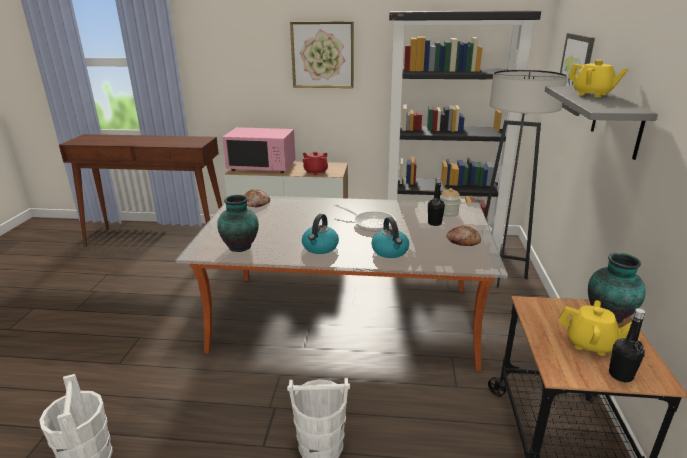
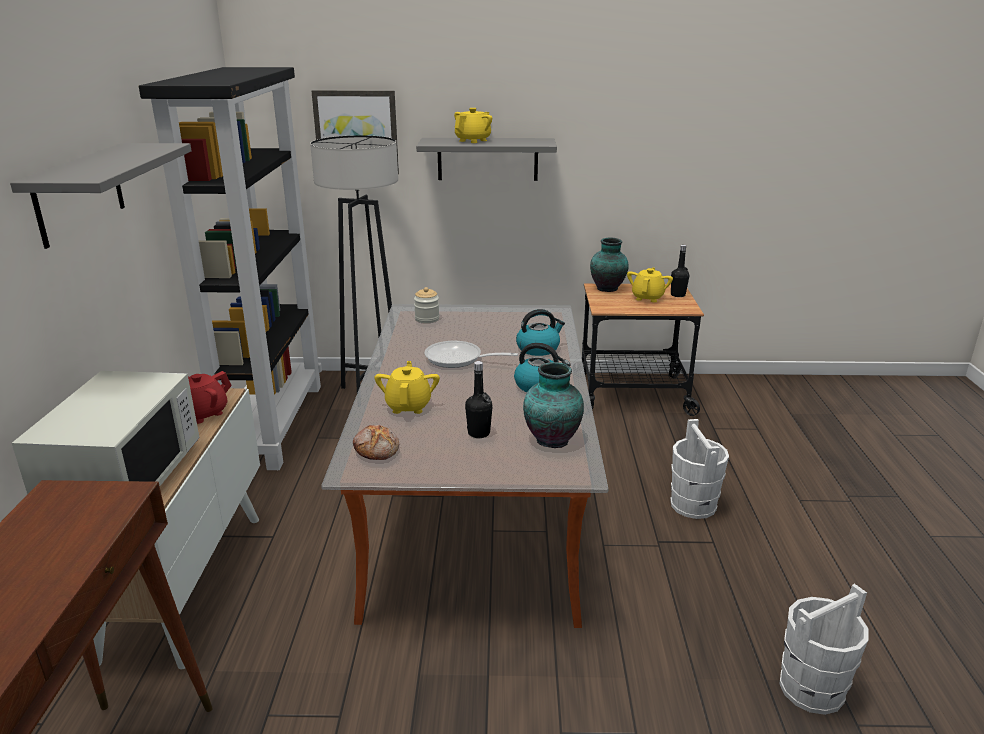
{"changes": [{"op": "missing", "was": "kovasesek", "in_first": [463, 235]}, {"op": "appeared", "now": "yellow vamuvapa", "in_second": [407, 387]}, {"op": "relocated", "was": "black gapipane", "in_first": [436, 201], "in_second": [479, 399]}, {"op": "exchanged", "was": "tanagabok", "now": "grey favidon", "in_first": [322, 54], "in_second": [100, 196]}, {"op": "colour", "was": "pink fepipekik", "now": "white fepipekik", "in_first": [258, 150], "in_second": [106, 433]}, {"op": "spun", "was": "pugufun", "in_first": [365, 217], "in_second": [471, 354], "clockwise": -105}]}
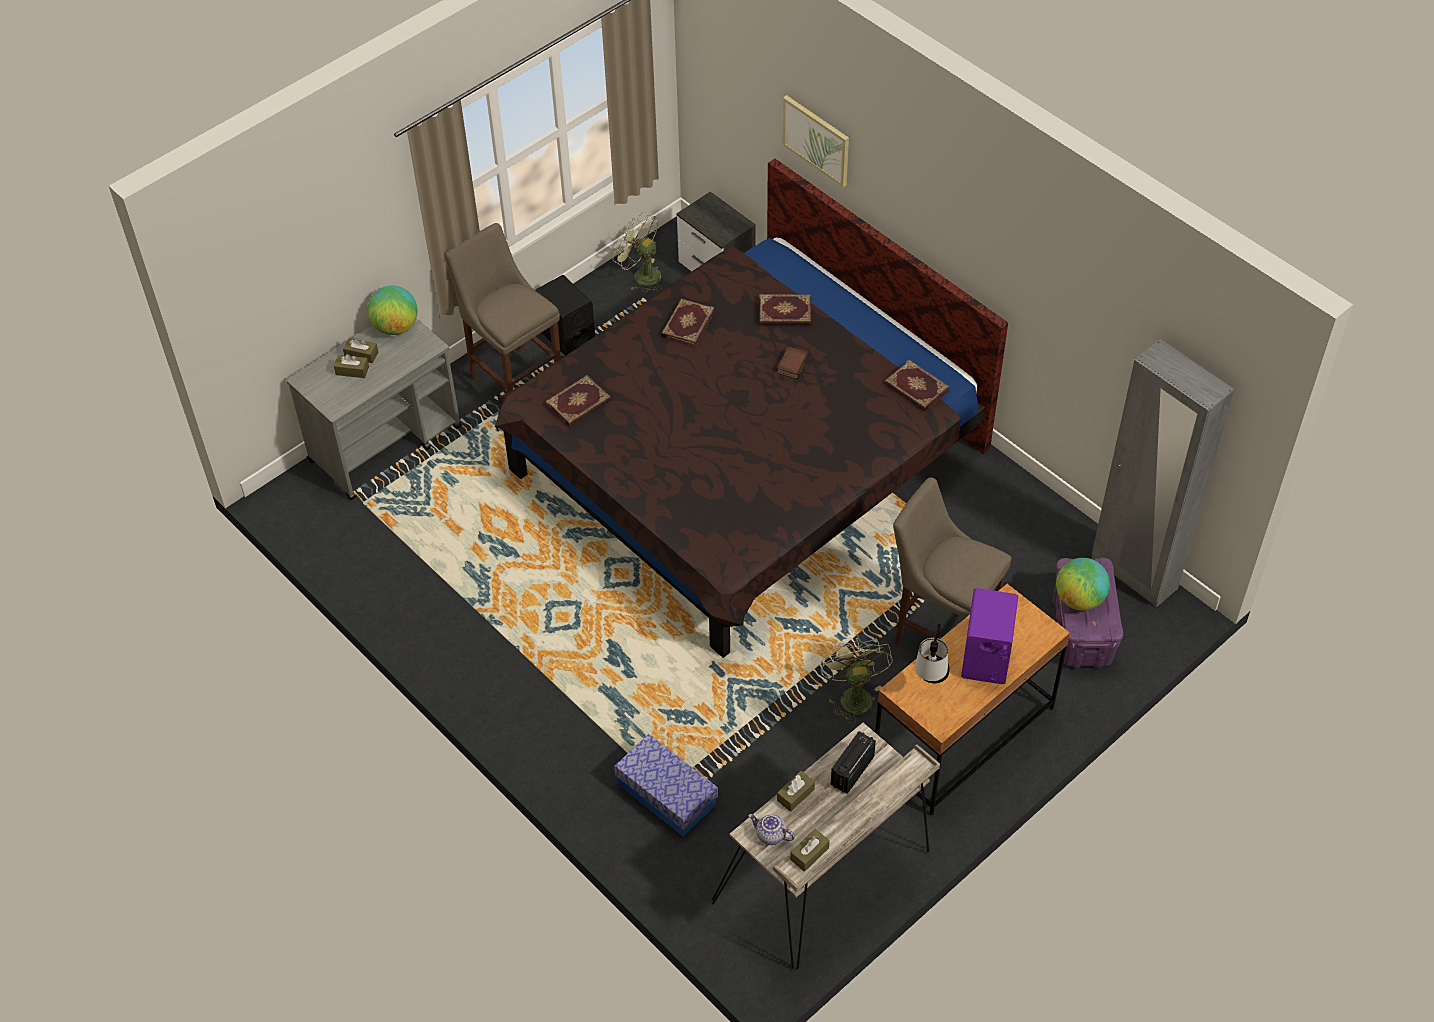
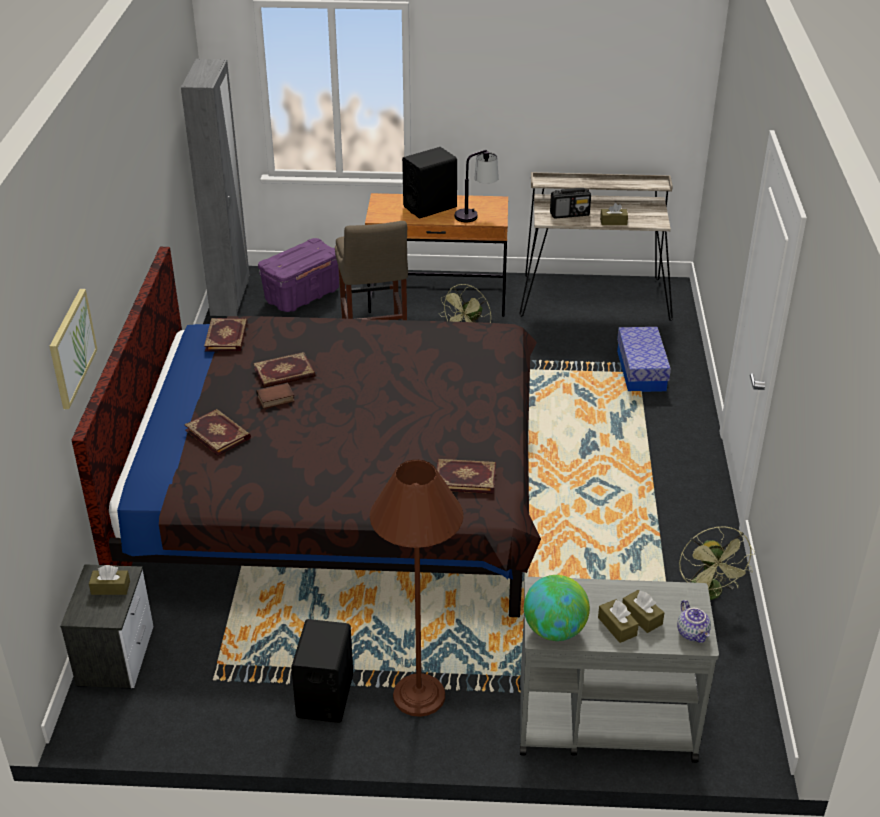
{"changes": [{"op": "missing", "was": "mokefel", "in_first": [1083, 584]}, {"op": "relocated", "was": "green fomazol", "in_first": [637, 252], "in_second": [717, 563]}, {"op": "relocated", "was": "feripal", "in_first": [688, 322], "in_second": [284, 370]}, {"op": "relocated", "was": "vamuvapa", "in_first": [771, 829], "in_second": [694, 621]}, {"op": "relocated", "was": "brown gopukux", "in_first": [810, 850], "in_second": [109, 580]}, {"op": "exchanged", "was": "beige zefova", "now": "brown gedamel", "in_first": [503, 308], "in_second": [417, 588]}, {"op": "colour", "was": "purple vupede", "now": "black vupede", "in_first": [989, 636], "in_second": [429, 183]}]}
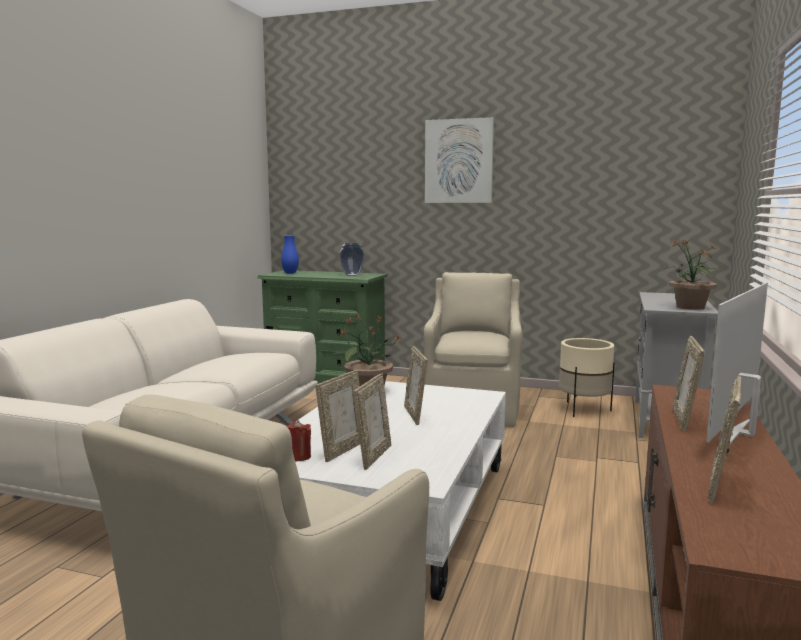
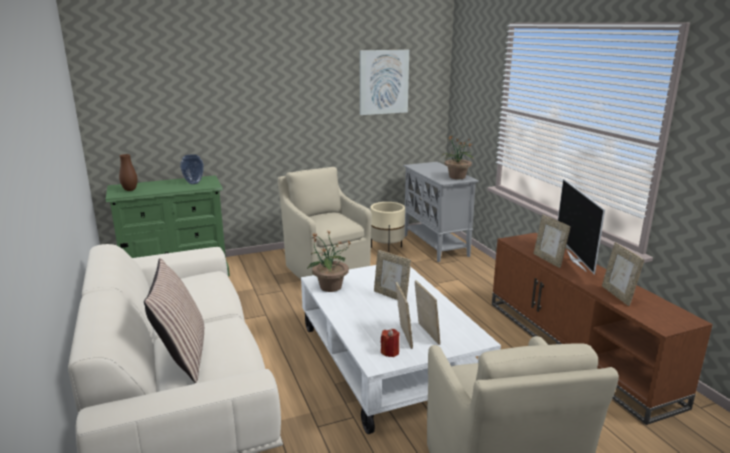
{"changes": [{"op": "appeared", "now": "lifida", "in_second": [174, 320]}, {"op": "relocated", "was": "tanagabok", "in_first": [459, 160], "in_second": [384, 82]}, {"op": "colour", "was": "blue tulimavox", "now": "brown tulimavox", "in_first": [290, 254], "in_second": [128, 172]}]}
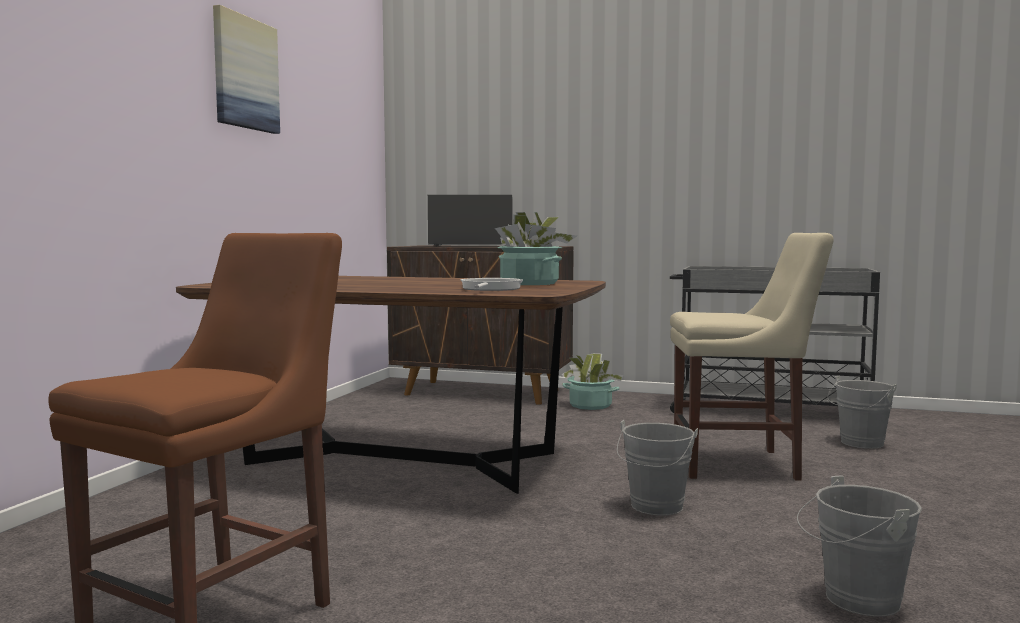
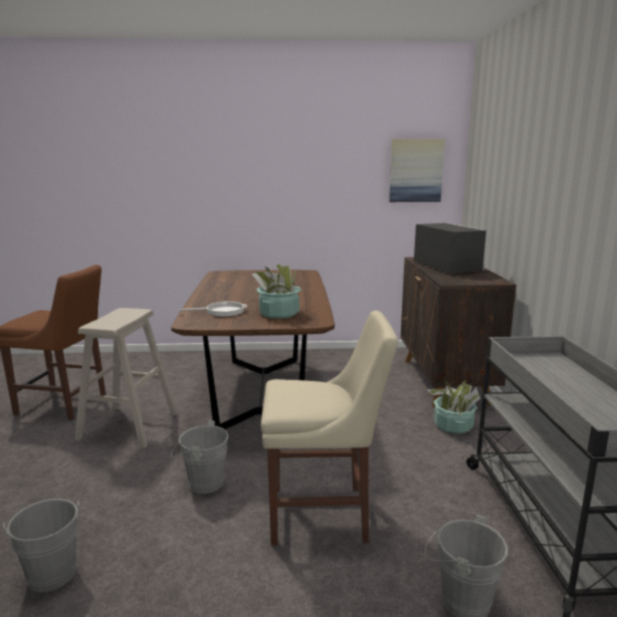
{"changes": [{"op": "appeared", "now": "beige zefova", "in_second": [126, 378]}, {"op": "relocated", "was": "tanagabok", "in_first": [246, 69], "in_second": [417, 170]}, {"op": "spun", "was": "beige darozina", "in_first": [752, 357], "in_second": [329, 428], "clockwise": -75}]}
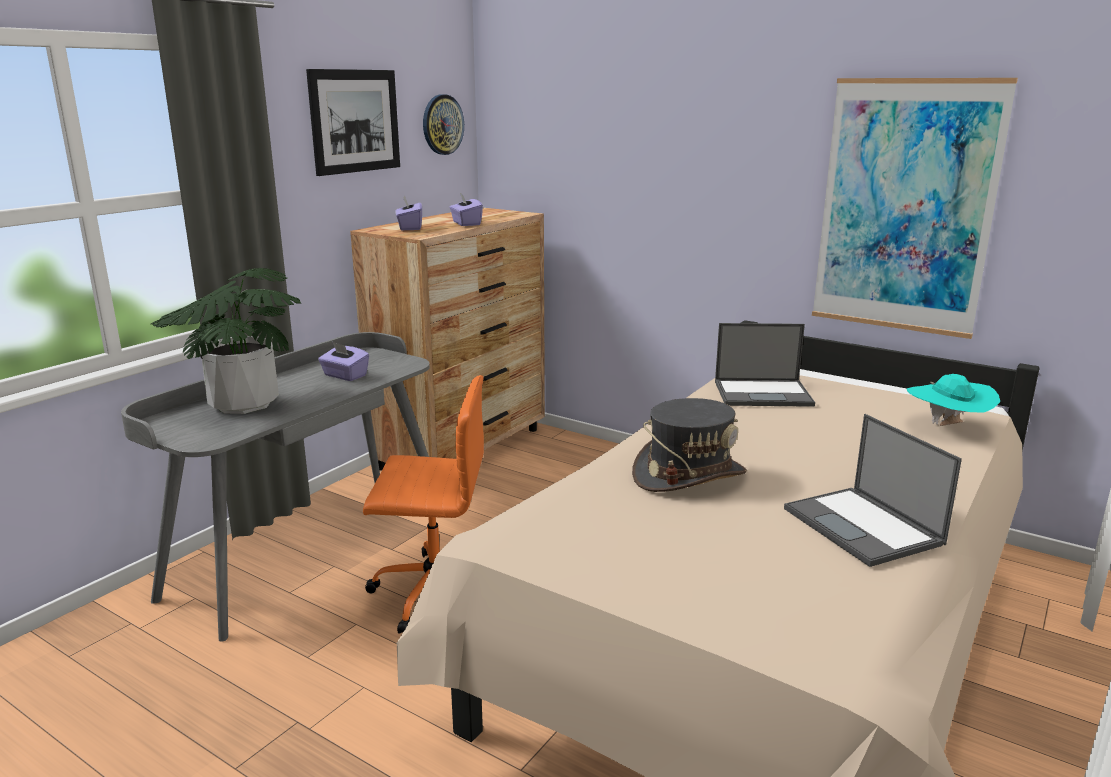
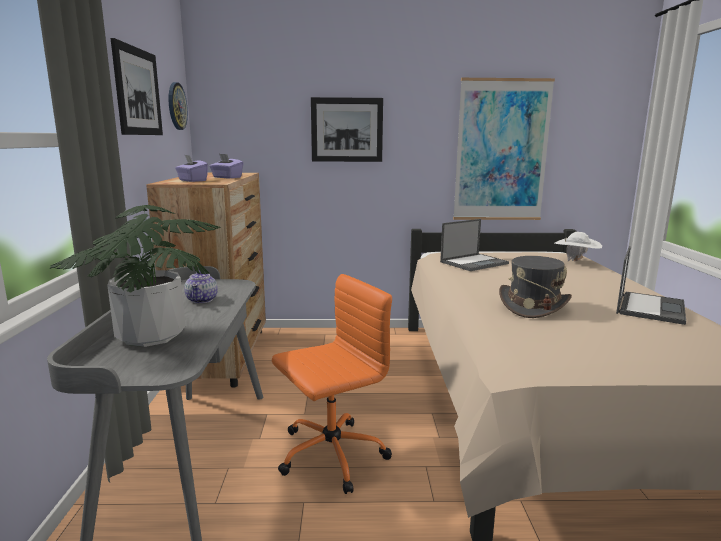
{"changes": [{"op": "appeared", "now": "tanagabok", "in_second": [347, 129]}, {"op": "exchanged", "was": "purple gopukux", "now": "vamuvapa", "in_first": [343, 361], "in_second": [201, 286]}, {"op": "colour", "was": "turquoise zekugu", "now": "white zekugu", "in_first": [953, 400], "in_second": [578, 246]}, {"op": "spun", "was": "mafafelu", "in_first": [873, 490], "in_second": [651, 285], "clockwise": -90}]}
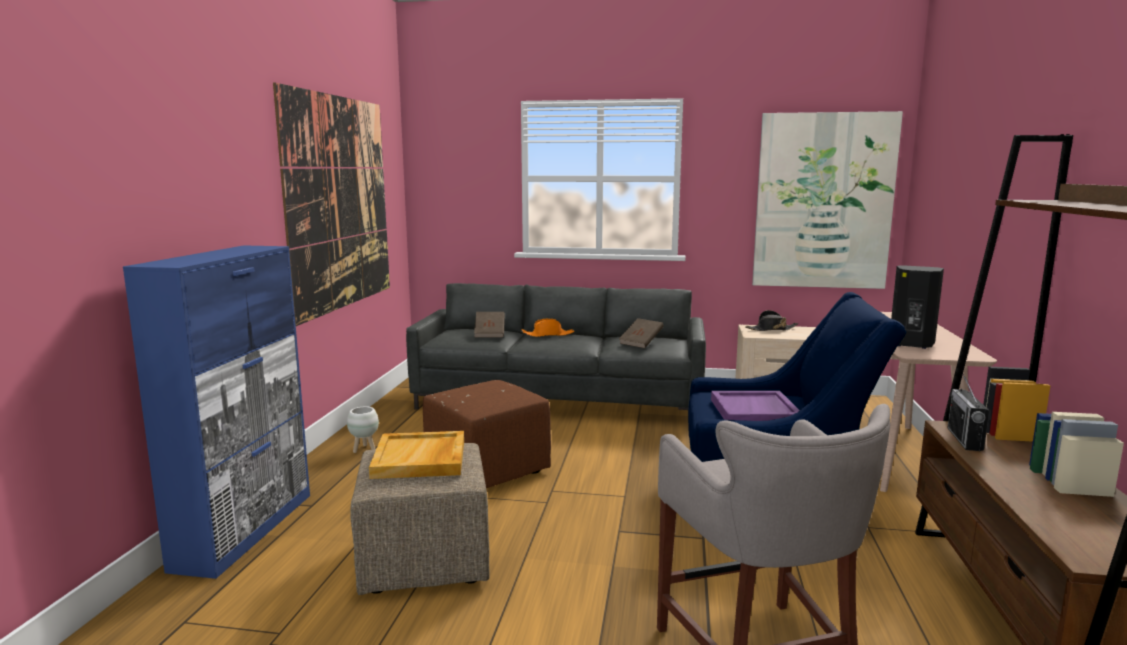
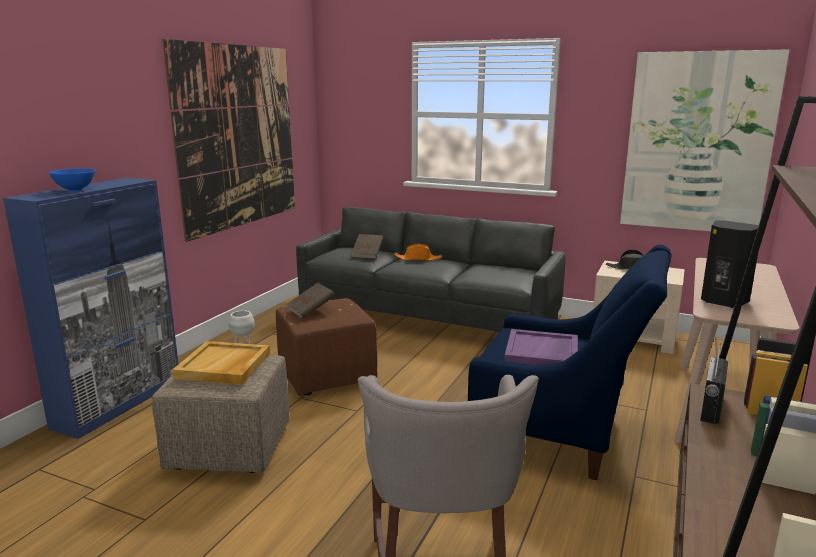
{"changes": [{"op": "appeared", "now": "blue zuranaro", "in_second": [72, 179]}, {"op": "relocated", "was": "brown feripal", "in_first": [641, 333], "in_second": [310, 301]}]}
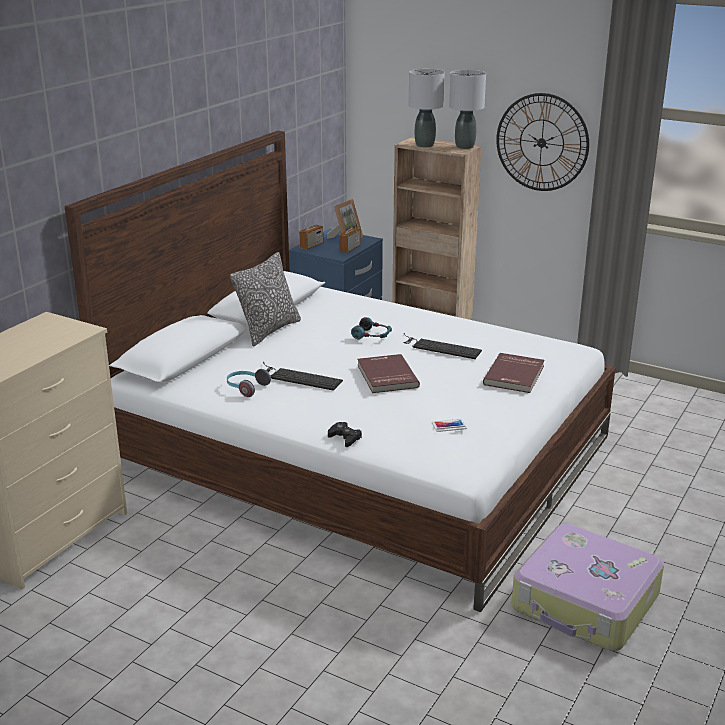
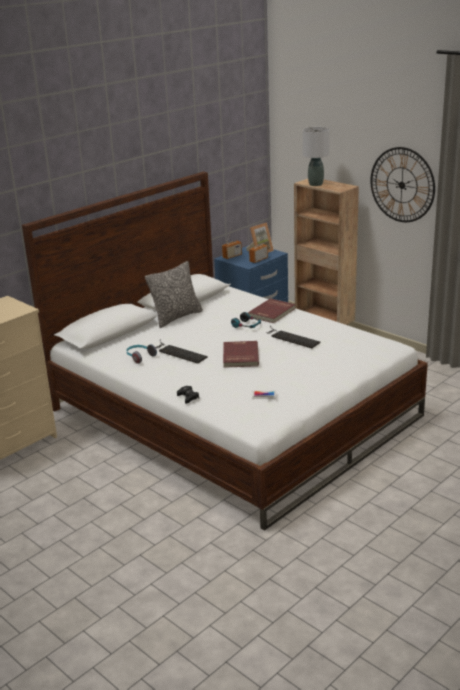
{"changes": [{"op": "missing", "was": "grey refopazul", "in_first": [467, 109]}, {"op": "missing", "was": "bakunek", "in_first": [587, 587]}, {"op": "relocated", "was": "red feripal", "in_first": [513, 373], "in_second": [272, 310]}]}
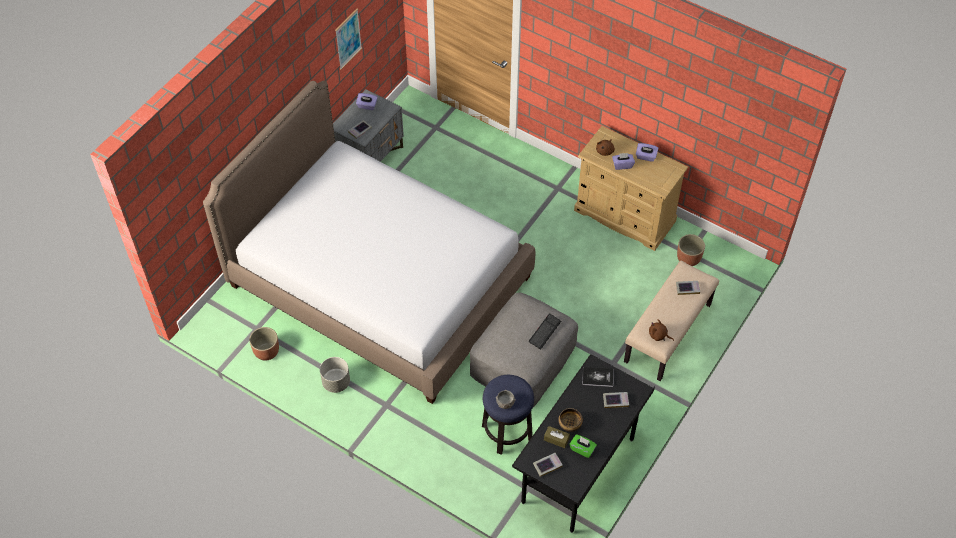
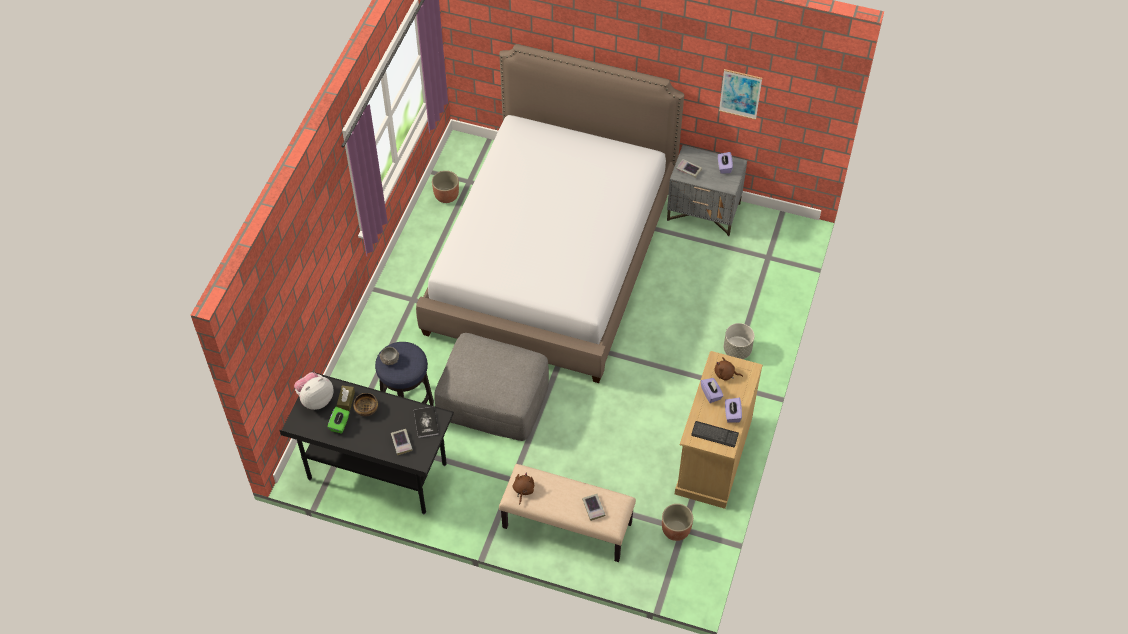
{"changes": [{"op": "relocated", "was": "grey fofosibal", "in_first": [335, 375], "in_second": [739, 341]}, {"op": "relocated", "was": "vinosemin", "in_first": [545, 331], "in_second": [715, 434]}, {"op": "exchanged", "was": "feripal", "now": "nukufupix", "in_first": [548, 465], "in_second": [313, 391]}]}
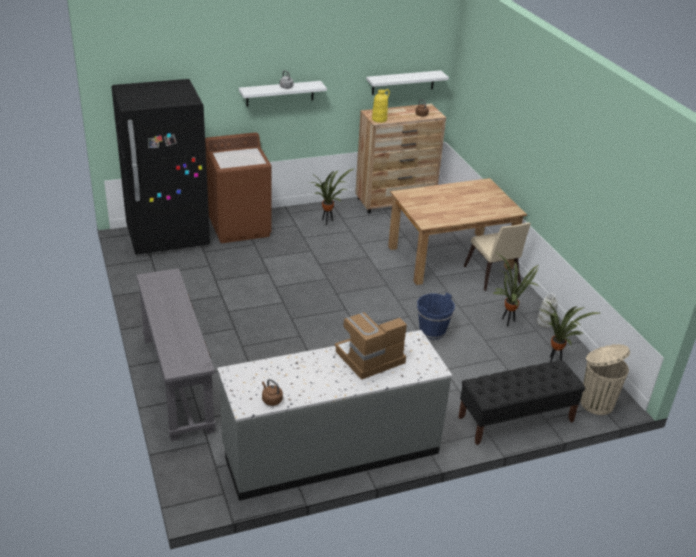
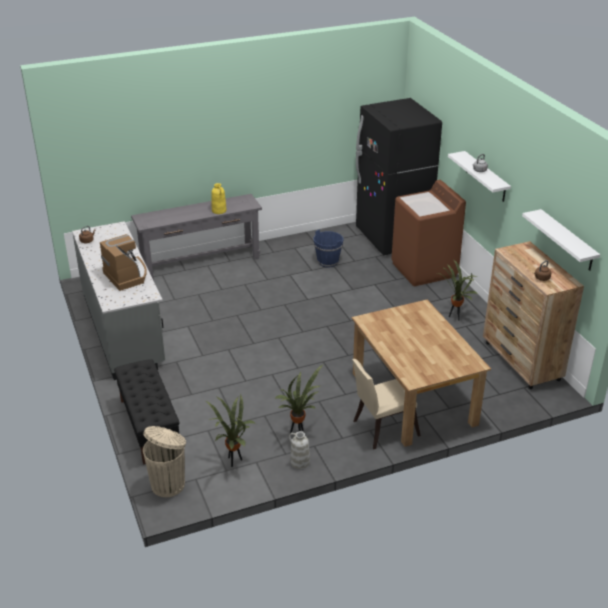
{"changes": [{"op": "relocated", "was": "yellow tulimavox", "in_first": [381, 106], "in_second": [218, 198]}, {"op": "relocated", "was": "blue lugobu", "in_first": [436, 316], "in_second": [328, 248]}]}
